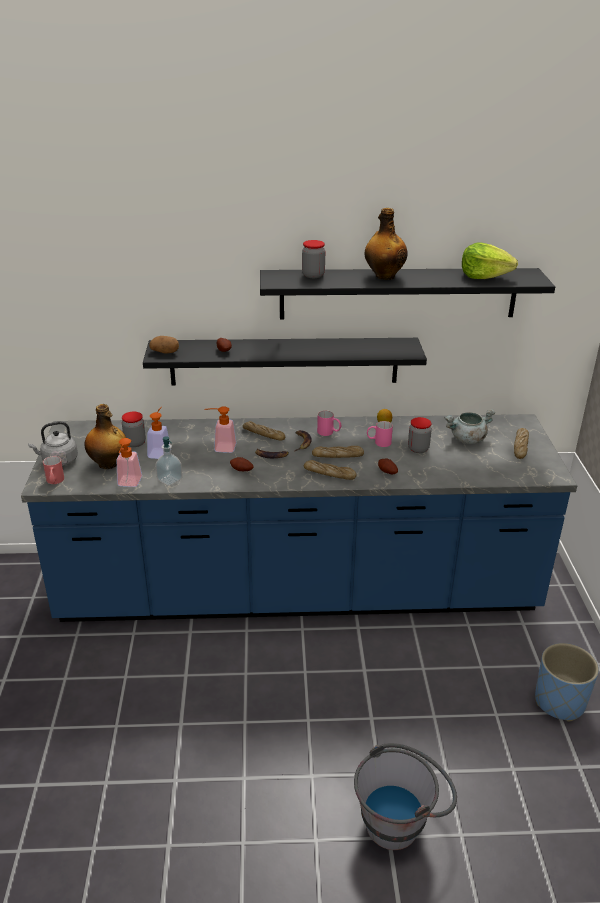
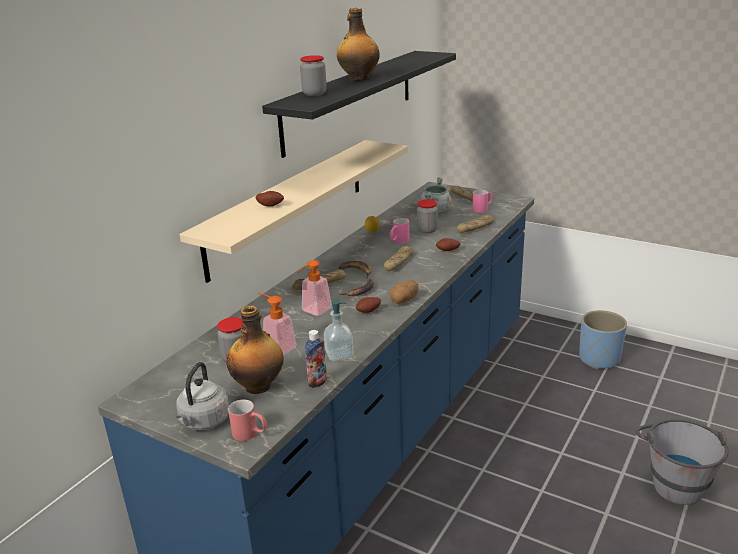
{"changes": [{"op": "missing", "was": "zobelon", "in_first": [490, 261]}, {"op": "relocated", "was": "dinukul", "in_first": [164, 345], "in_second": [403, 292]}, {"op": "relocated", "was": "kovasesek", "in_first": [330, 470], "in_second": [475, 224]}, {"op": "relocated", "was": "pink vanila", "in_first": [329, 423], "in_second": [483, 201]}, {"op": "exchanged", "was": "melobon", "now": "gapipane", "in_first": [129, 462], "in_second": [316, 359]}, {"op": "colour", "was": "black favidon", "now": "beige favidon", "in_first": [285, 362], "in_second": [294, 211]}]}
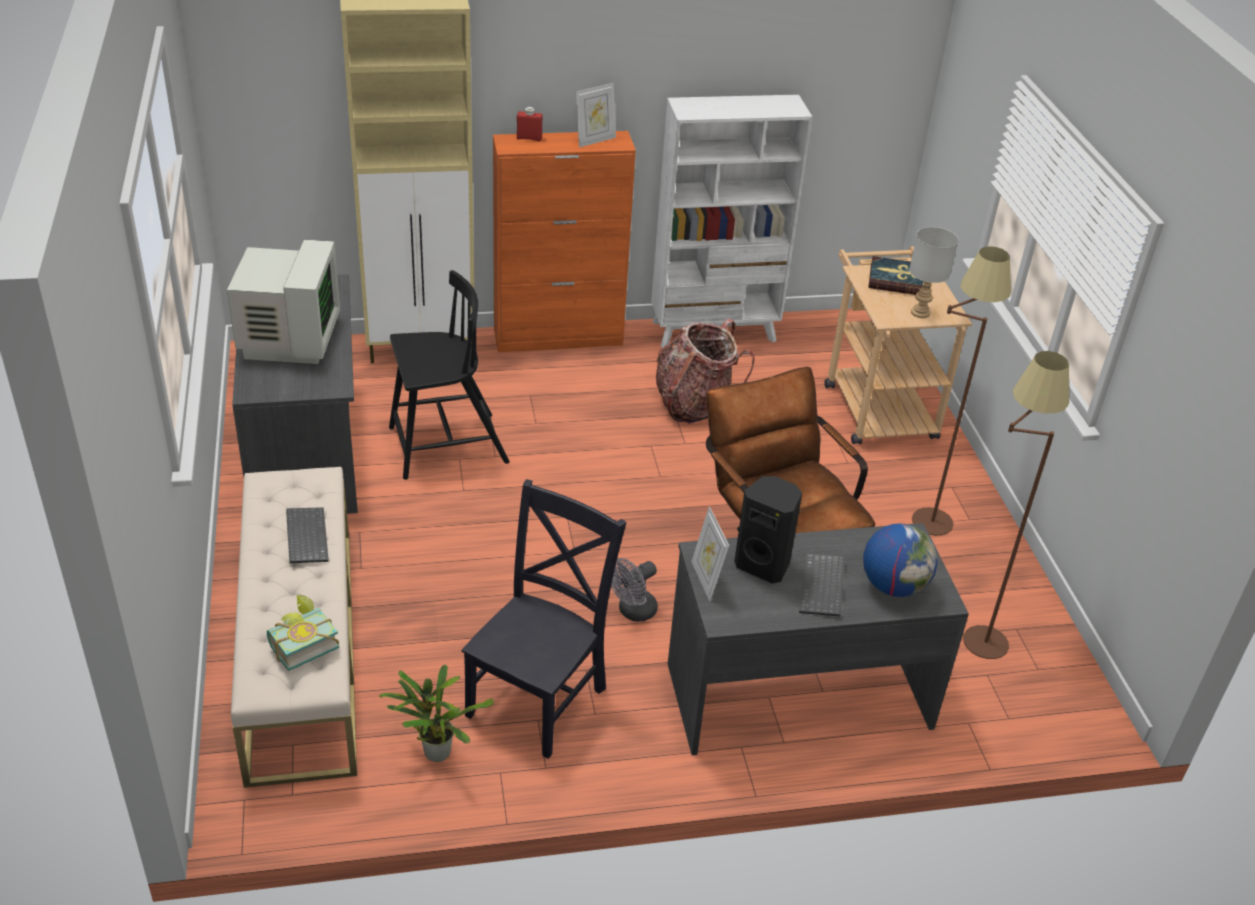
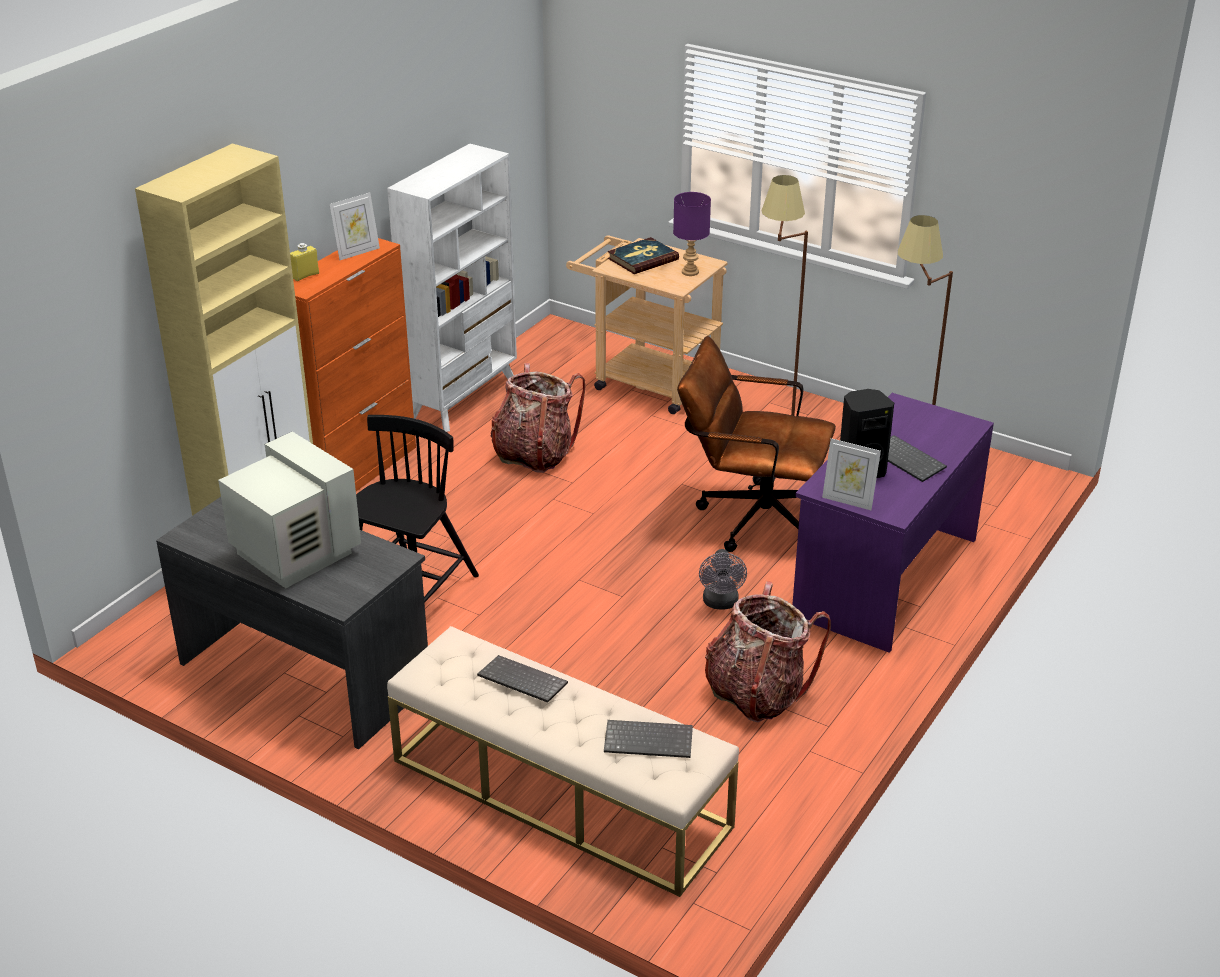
{"changes": [{"op": "missing", "was": "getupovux", "in_first": [436, 713]}, {"op": "missing", "was": "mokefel", "in_first": [900, 560]}, {"op": "exchanged", "was": "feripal", "now": "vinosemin", "in_first": [303, 633], "in_second": [648, 739]}, {"op": "exchanged", "was": "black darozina", "now": "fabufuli", "in_first": [544, 619], "in_second": [768, 652]}, {"op": "colour", "was": "red gapipane", "now": "yellow gapipane", "in_first": [530, 124], "in_second": [304, 262]}, {"op": "colour", "was": "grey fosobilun", "now": "purple fosobilun", "in_first": [818, 639], "in_second": [893, 523]}, {"op": "colour", "was": "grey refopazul", "now": "purple refopazul", "in_first": [933, 272], "in_second": [692, 234]}, {"op": "spun", "was": "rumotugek", "in_first": [596, 115], "in_second": [354, 226], "clockwise": 45}]}
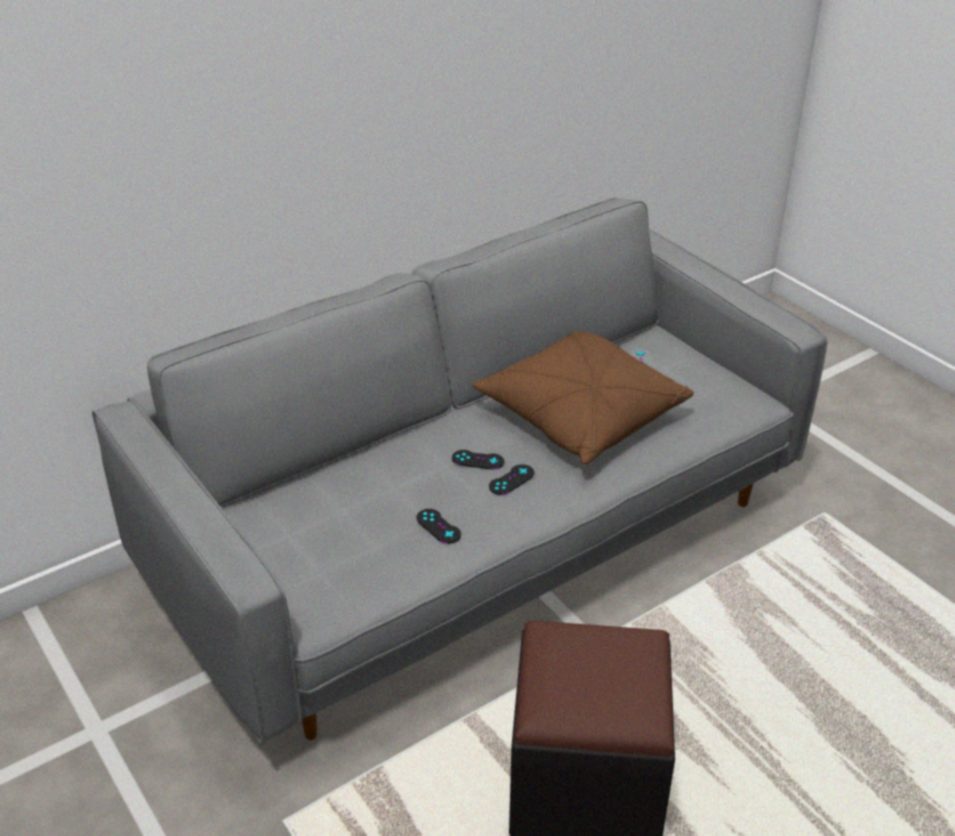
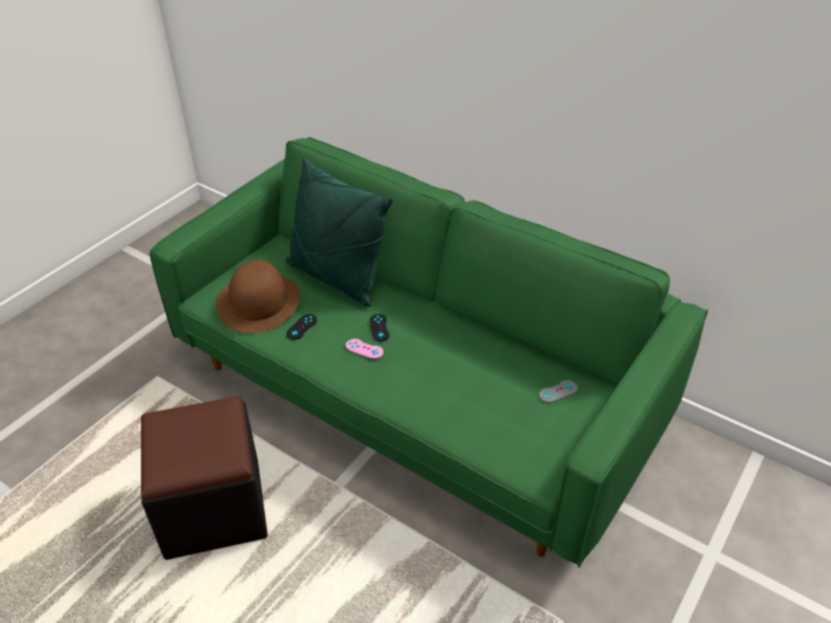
{"changes": [{"op": "missing", "was": "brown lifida", "in_first": [583, 398]}, {"op": "appeared", "now": "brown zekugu", "in_second": [258, 296]}, {"op": "appeared", "now": "green lifida", "in_second": [339, 232]}, {"op": "colour", "was": "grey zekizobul", "now": "green zekizobul", "in_first": [460, 471], "in_second": [428, 352]}, {"op": "colour", "was": "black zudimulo", "now": "pink zudimulo", "in_first": [511, 479], "in_second": [364, 349]}]}
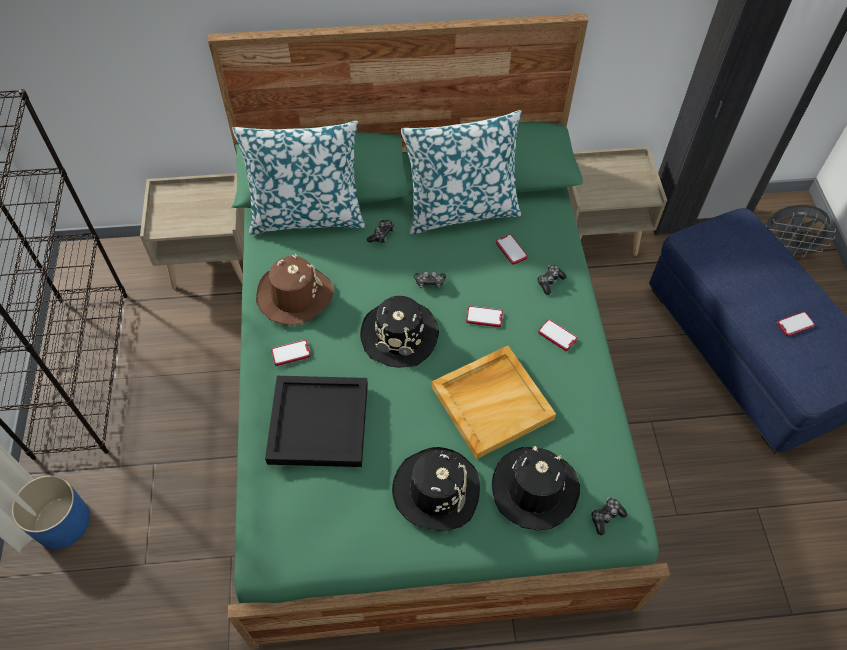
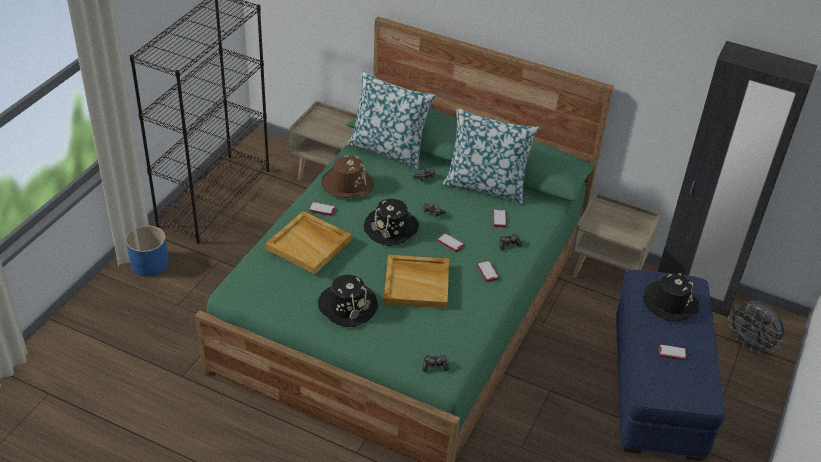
{"changes": [{"op": "relocated", "was": "black zekugu", "in_first": [536, 488], "in_second": [671, 297]}, {"op": "colour", "was": "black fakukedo", "now": "beige fakukedo", "in_first": [316, 421], "in_second": [308, 242]}]}
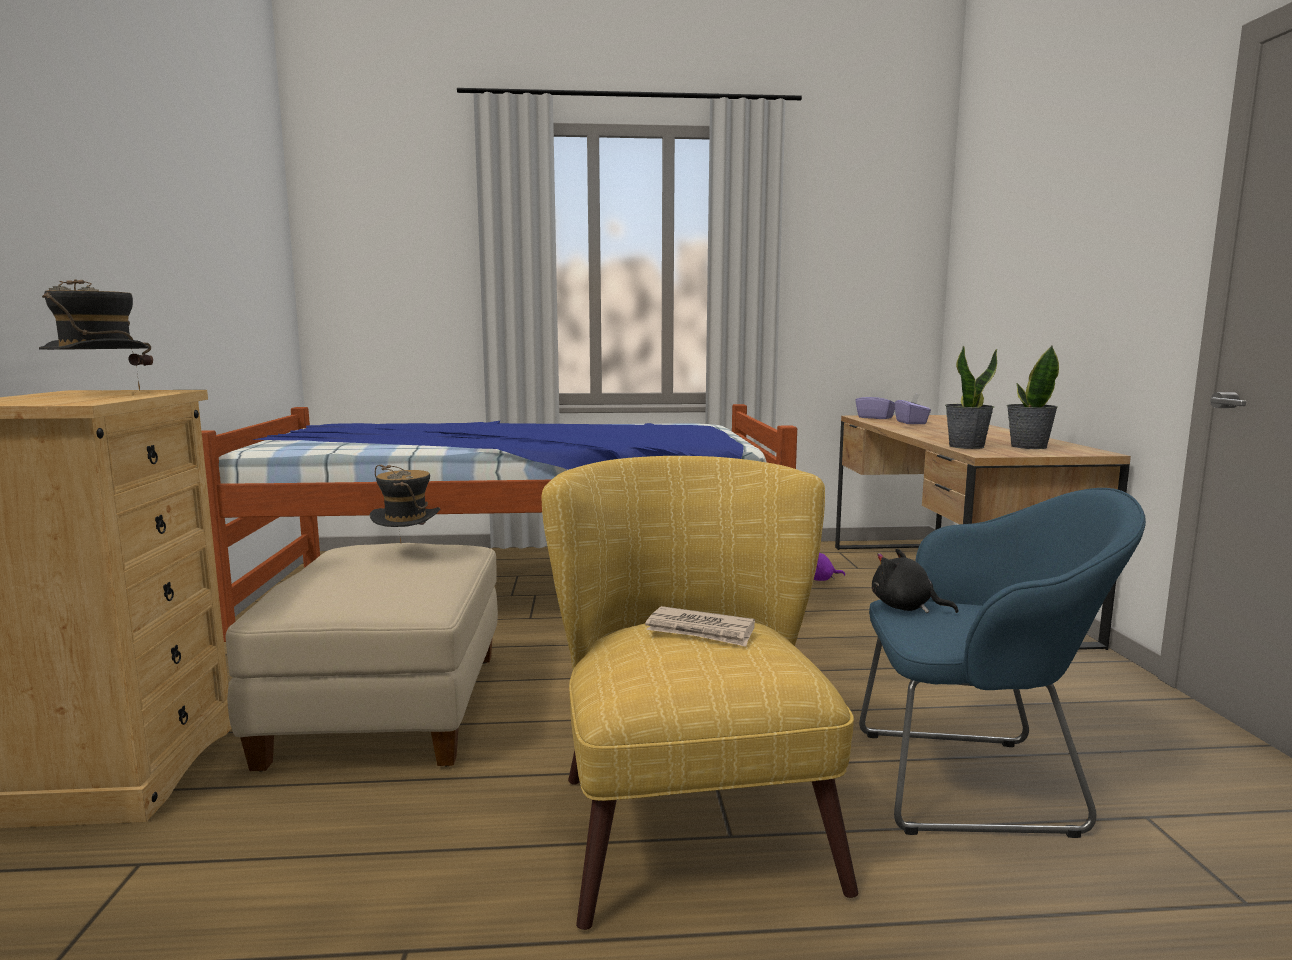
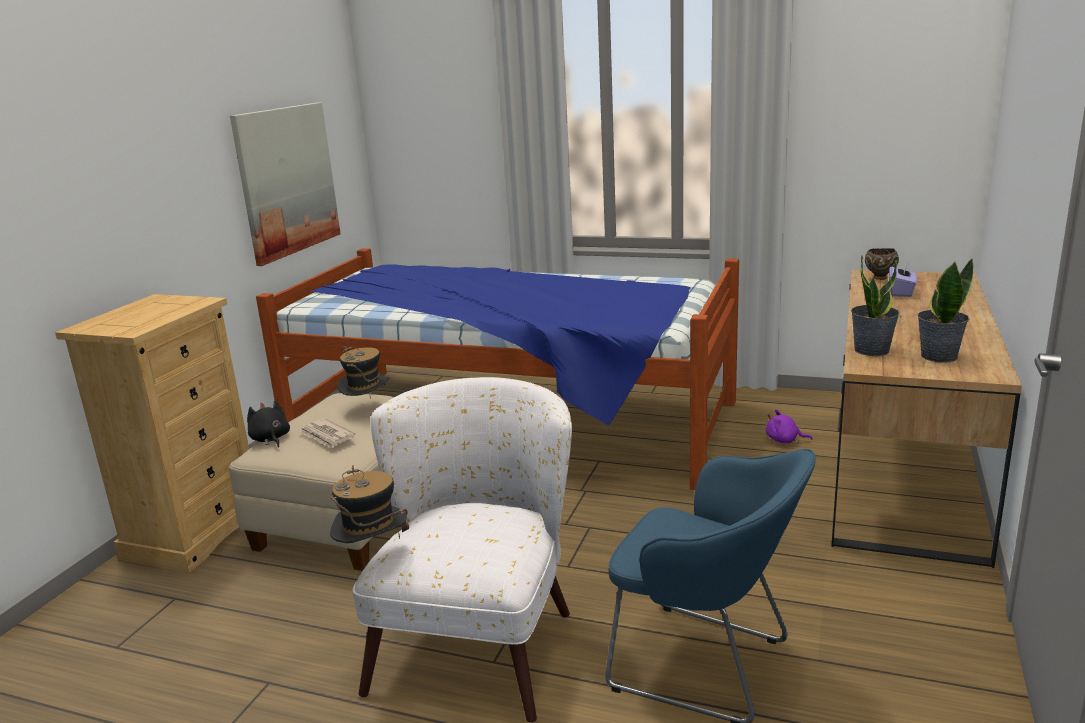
{"changes": [{"op": "appeared", "now": "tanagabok", "in_second": [285, 184]}, {"op": "relocated", "was": "zekugu", "in_first": [96, 335], "in_second": [369, 504]}, {"op": "relocated", "was": "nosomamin", "in_first": [700, 626], "in_second": [327, 433]}, {"op": "relocated", "was": "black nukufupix", "in_first": [915, 580], "in_second": [268, 424]}, {"op": "exchanged", "was": "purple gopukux", "now": "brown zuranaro", "in_first": [875, 404], "in_second": [882, 264]}, {"op": "colour", "was": "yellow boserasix", "now": "white boserasix", "in_first": [700, 693], "in_second": [462, 549]}]}
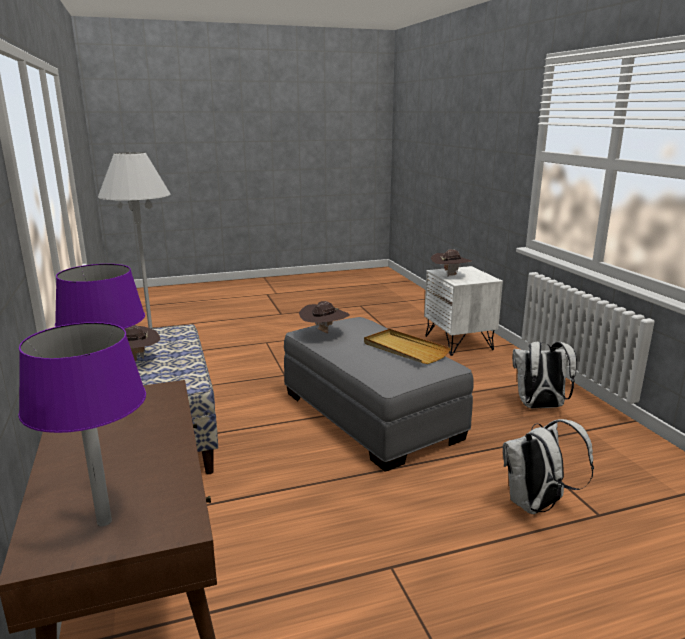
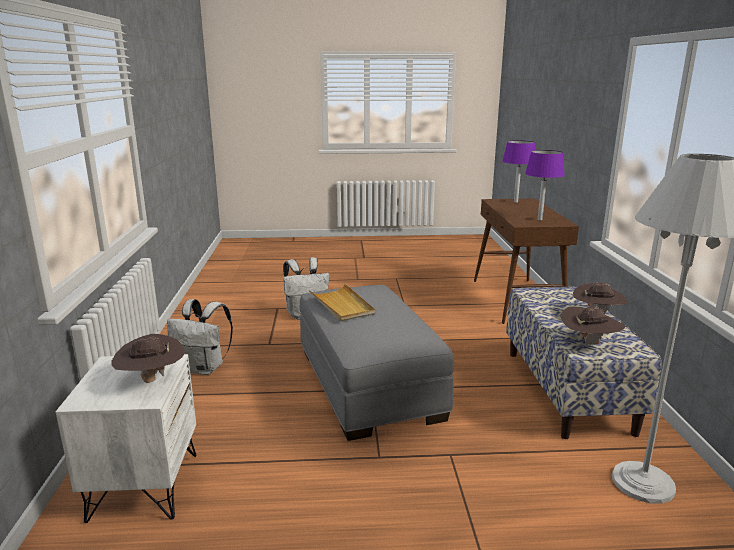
{"changes": [{"op": "relocated", "was": "brown zekugu", "in_first": [324, 317], "in_second": [592, 326]}]}
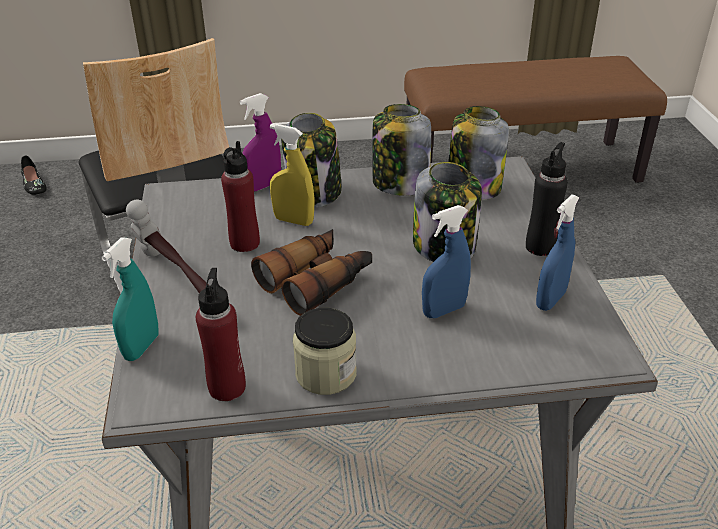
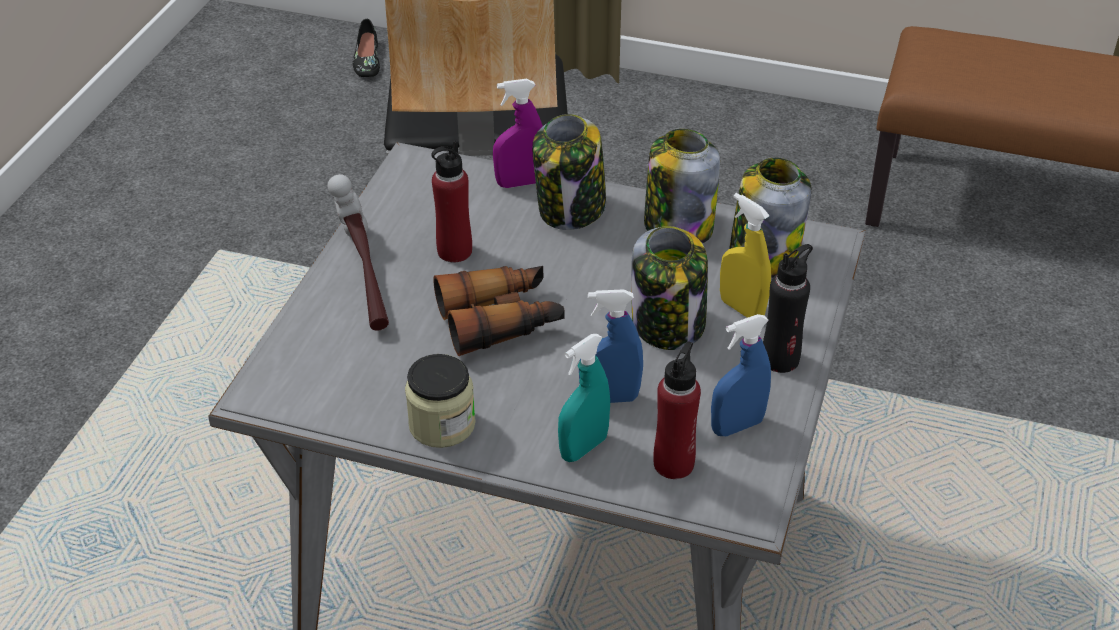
{"changes": [{"op": "relocated", "was": "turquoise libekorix", "in_first": [130, 299], "in_second": [584, 398]}, {"op": "relocated", "was": "red gapipane", "in_first": [221, 334], "in_second": [677, 410]}, {"op": "relocated", "was": "yellow libekorix", "in_first": [292, 175], "in_second": [745, 255]}]}
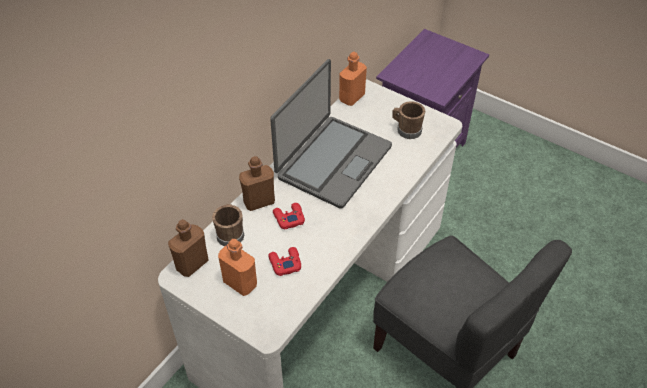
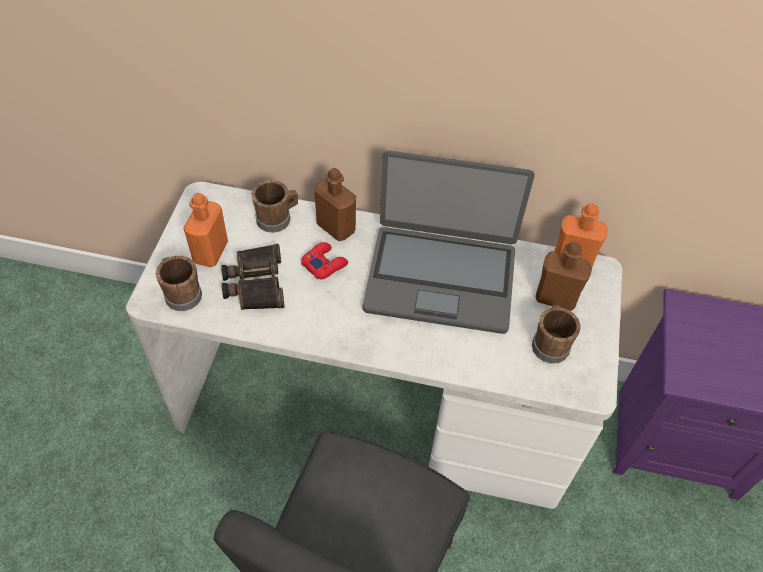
{"changes": [{"op": "appeared", "now": "brown vanila", "in_second": [179, 283]}, {"op": "relocated", "was": "brown gapipane", "in_first": [188, 248], "in_second": [563, 276]}, {"op": "exchanged", "was": "red zudimulo", "now": "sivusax", "in_first": [284, 261], "in_second": [253, 277]}]}
